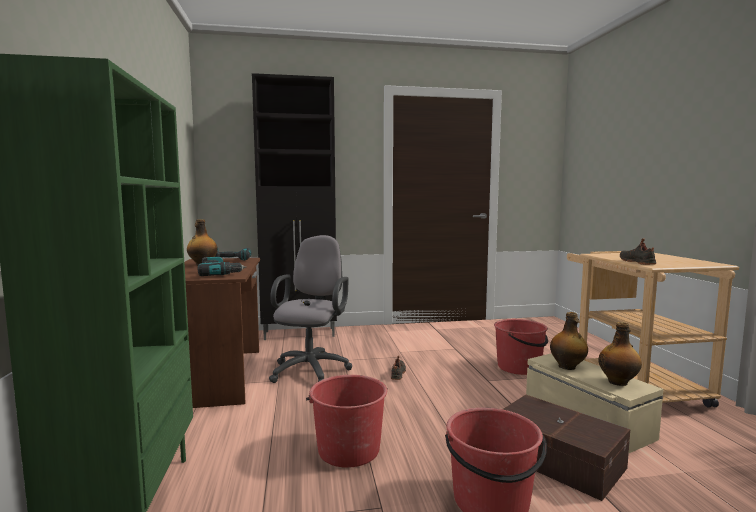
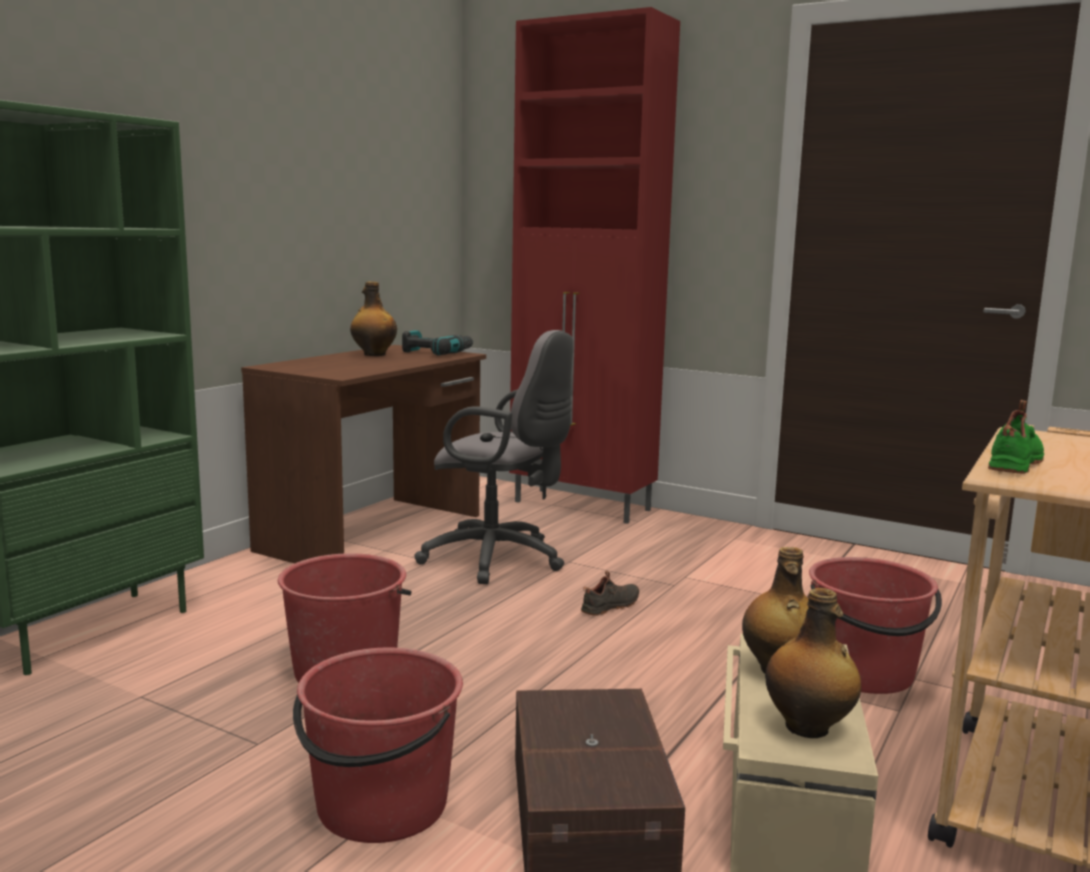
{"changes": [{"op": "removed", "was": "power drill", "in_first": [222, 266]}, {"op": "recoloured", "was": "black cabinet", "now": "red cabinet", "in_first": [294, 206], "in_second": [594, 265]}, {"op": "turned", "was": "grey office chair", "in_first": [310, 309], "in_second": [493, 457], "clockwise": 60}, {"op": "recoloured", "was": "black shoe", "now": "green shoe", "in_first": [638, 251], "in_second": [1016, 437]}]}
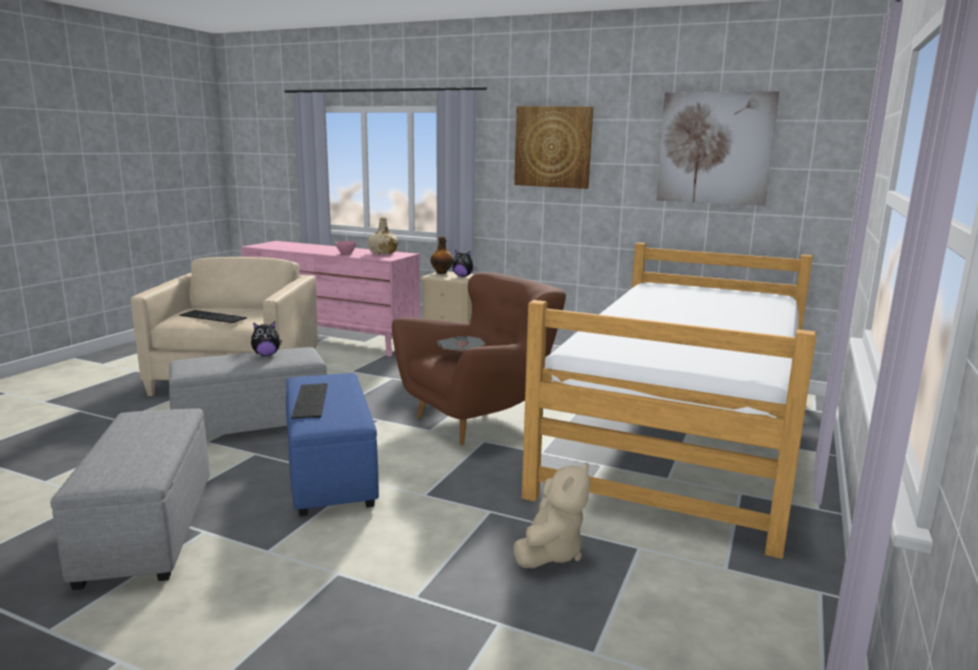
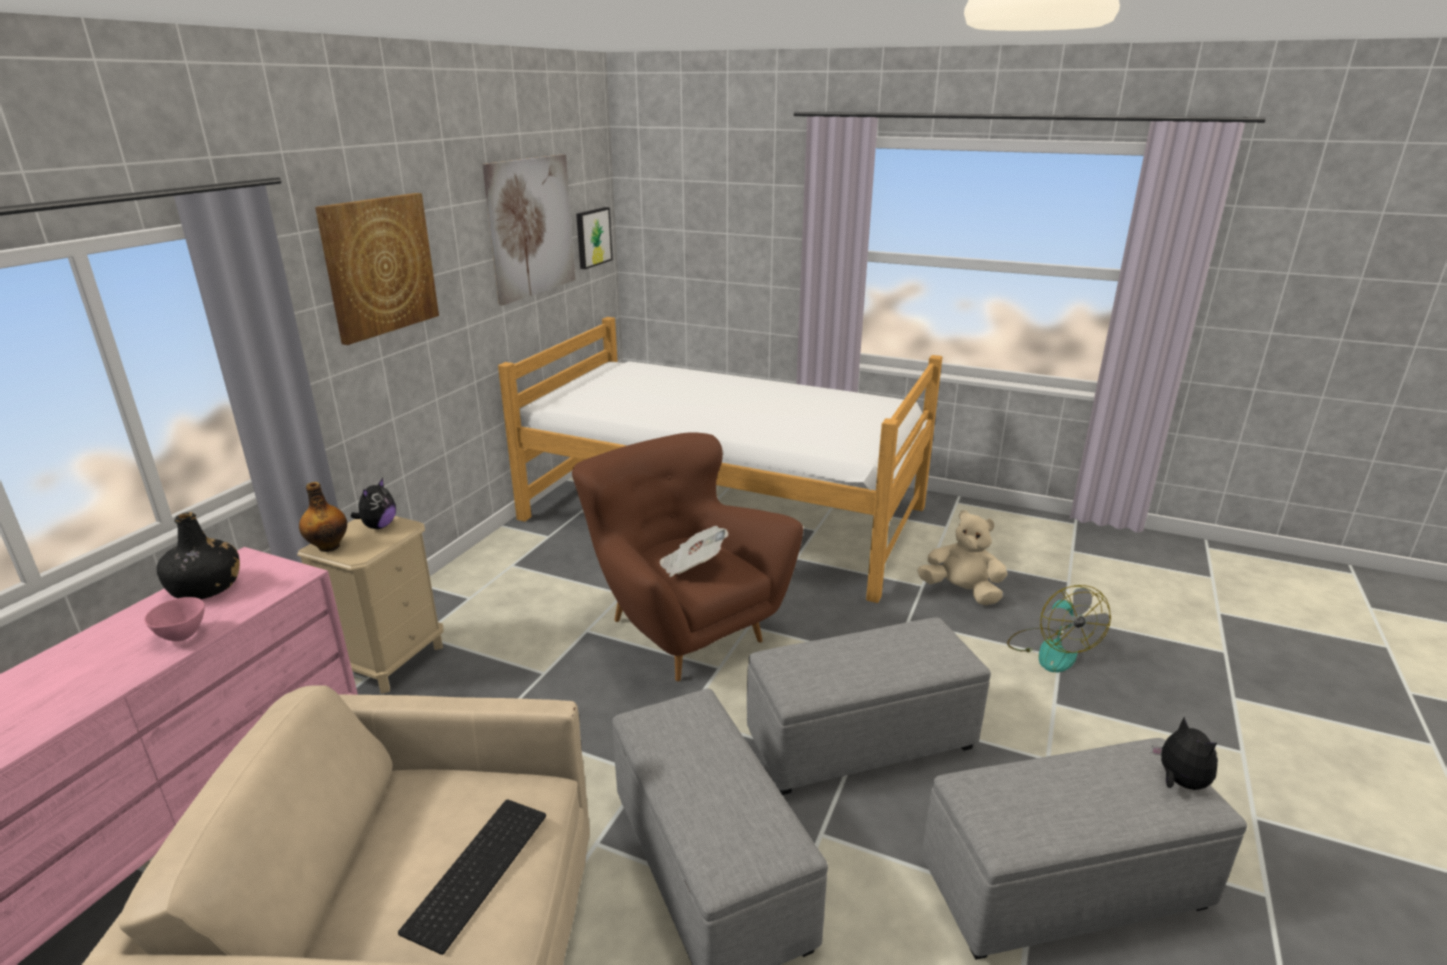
{"changes": [{"op": "moved", "was": "plush toy", "in_first": [266, 339], "in_second": [1184, 753]}, {"op": "recoloured", "was": "blue ottoman", "now": "grey ottoman", "in_first": [332, 444], "in_second": [869, 706]}, {"op": "removed", "was": "keyboard", "in_first": [309, 401]}, {"op": "recoloured", "was": "beige bottle", "now": "black bottle", "in_first": [383, 236], "in_second": [198, 555]}, {"op": "added", "now": "picture", "in_second": [594, 238]}, {"op": "added", "now": "fan", "in_second": [1059, 628]}]}
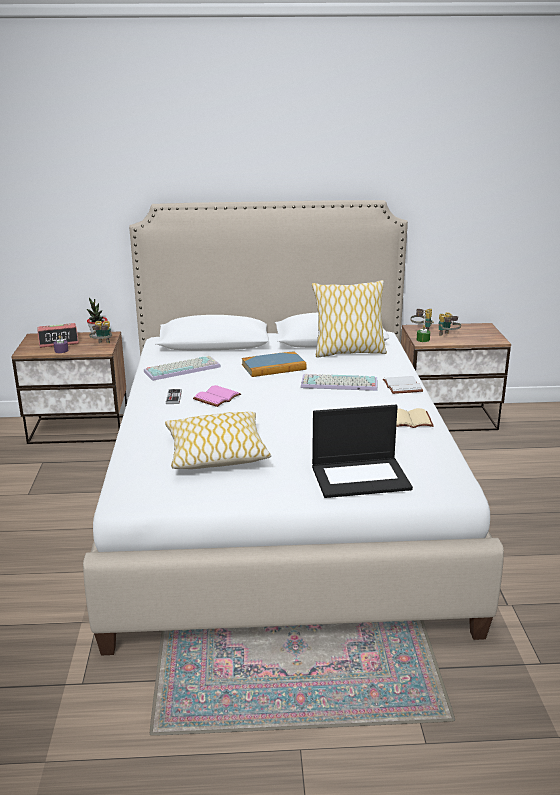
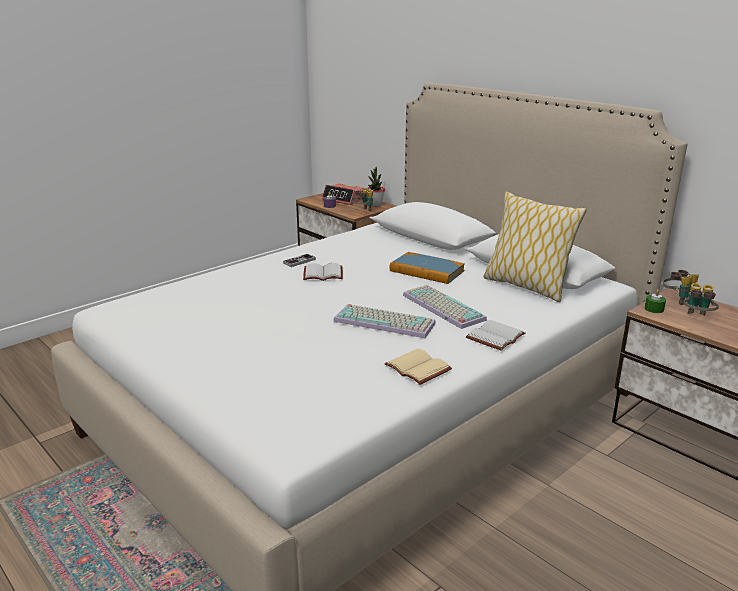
{"changes": [{"op": "moved", "was": "keyboard", "in_first": [182, 368], "in_second": [384, 321]}, {"op": "removed", "was": "pillow", "in_first": [218, 440]}, {"op": "recoloured", "was": "pink book", "now": "white book", "in_first": [217, 396], "in_second": [323, 272]}, {"op": "removed", "was": "laptop", "in_first": [362, 451]}]}
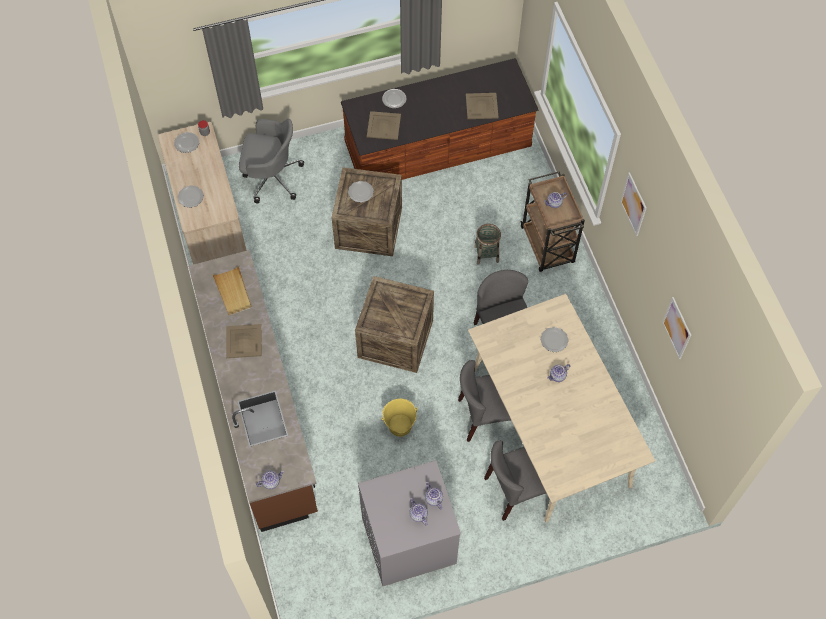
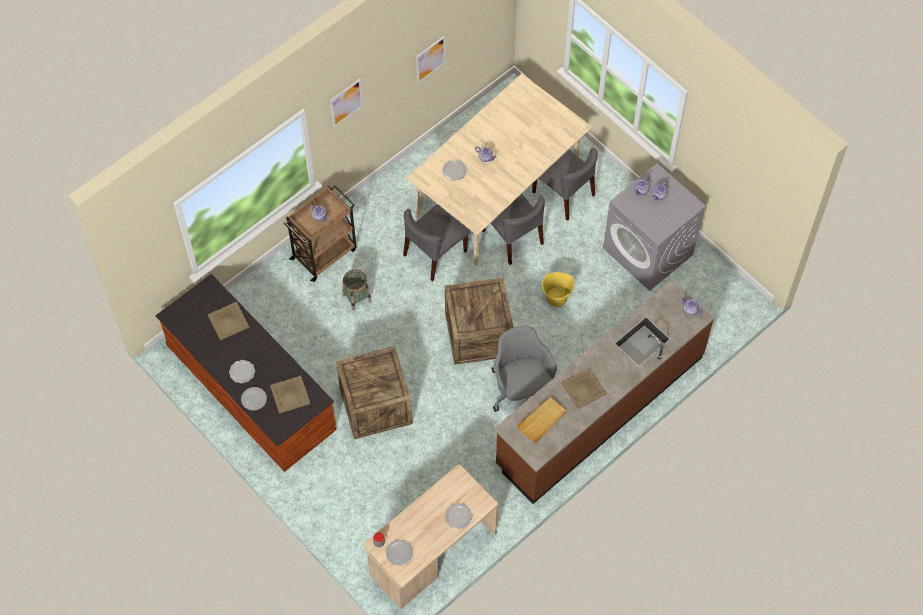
{"changes": [{"op": "moved", "was": "grey office chair", "in_first": [271, 161], "in_second": [524, 369]}, {"op": "moved", "was": "plate", "in_first": [361, 192], "in_second": [242, 371]}]}
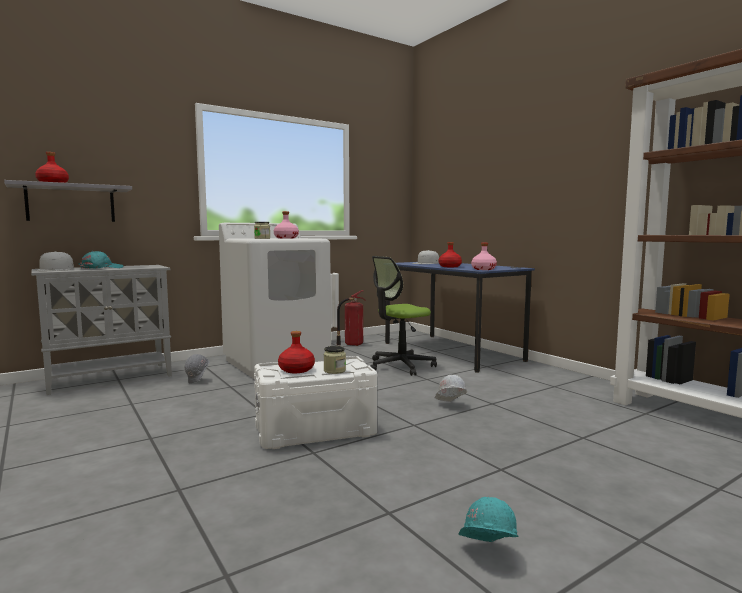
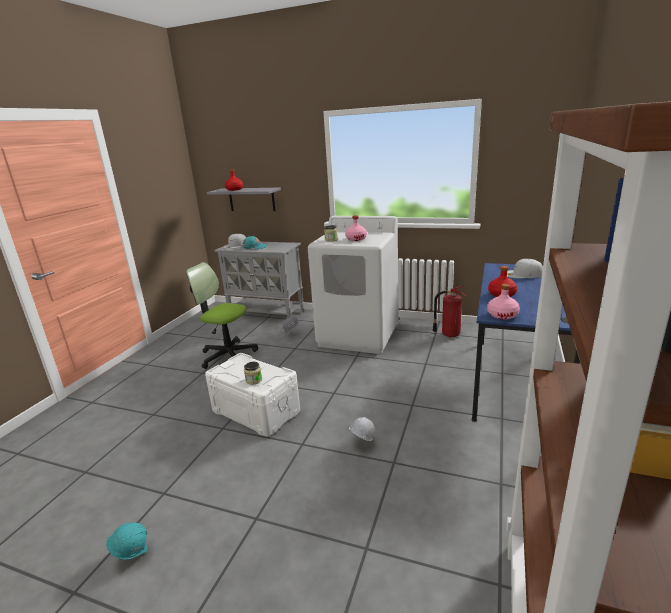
{"changes": [{"op": "removed", "was": "red bottle", "in_first": [296, 352]}, {"op": "moved", "was": "office chair", "in_first": [403, 316], "in_second": [222, 315]}]}
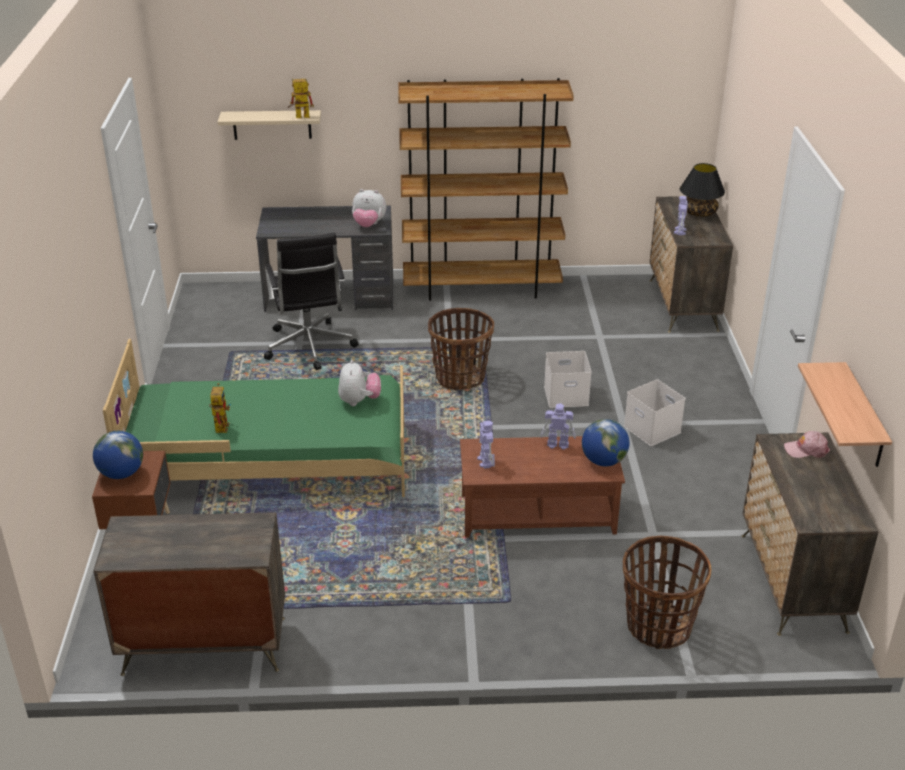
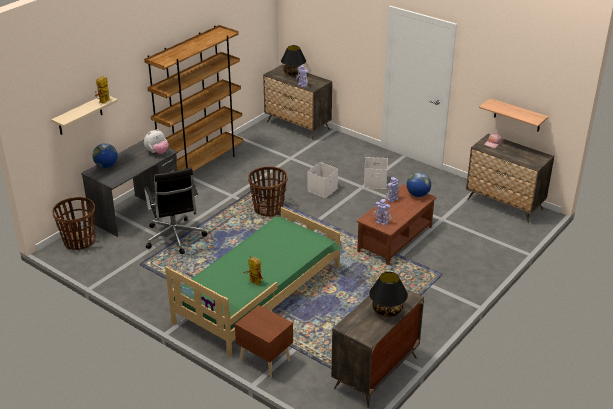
{"changes": [{"op": "moved", "was": "globe", "in_first": [118, 455], "in_second": [105, 155]}, {"op": "turned", "was": "black office chair", "in_first": [311, 301], "in_second": [175, 210], "clockwise": 45}, {"op": "removed", "was": "plush toy", "in_first": [359, 383]}, {"op": "moved", "was": "basket", "in_first": [667, 592], "in_second": [73, 223]}, {"op": "added", "now": "black table lamp", "in_second": [388, 294]}]}
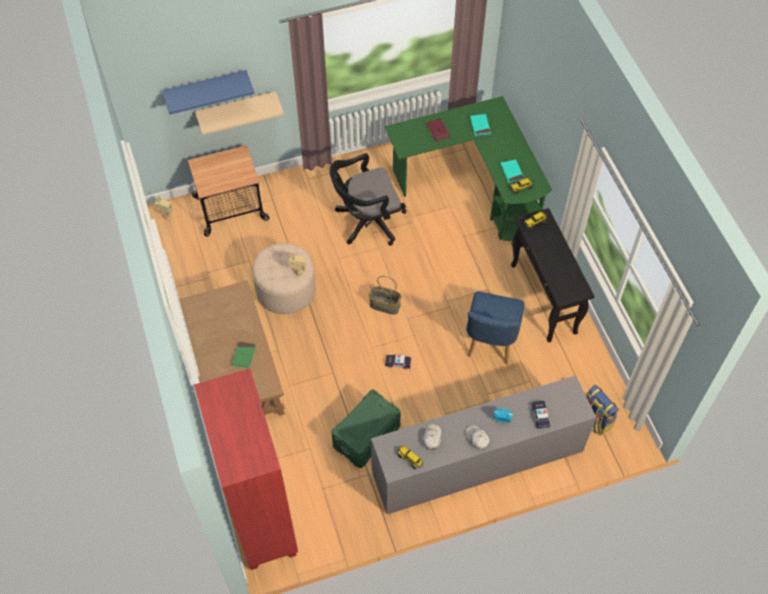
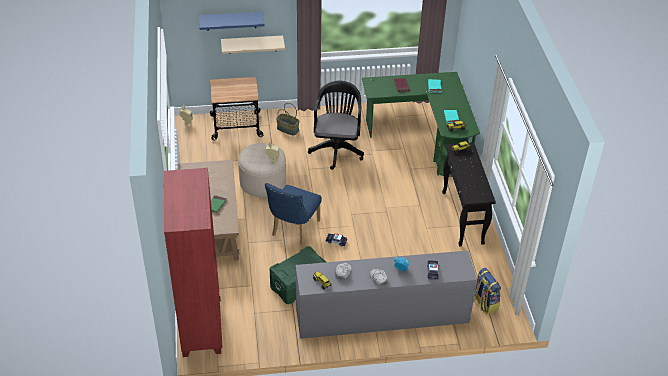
{"changes": [{"op": "turned", "was": "black office chair", "in_first": [368, 199], "in_second": [336, 125], "clockwise": 105}, {"op": "moved", "was": "basket", "in_first": [385, 295], "in_second": [288, 119]}, {"op": "moved", "was": "blue chair", "in_first": [495, 327], "in_second": [293, 214]}]}
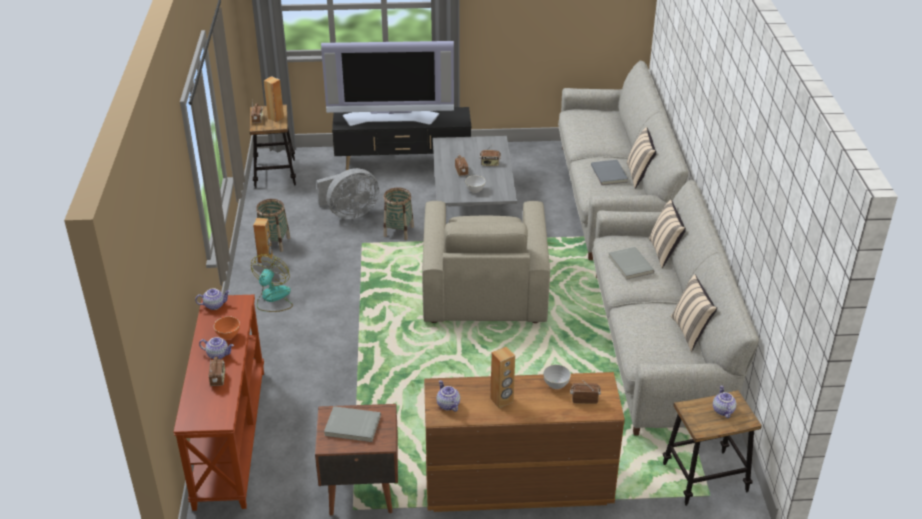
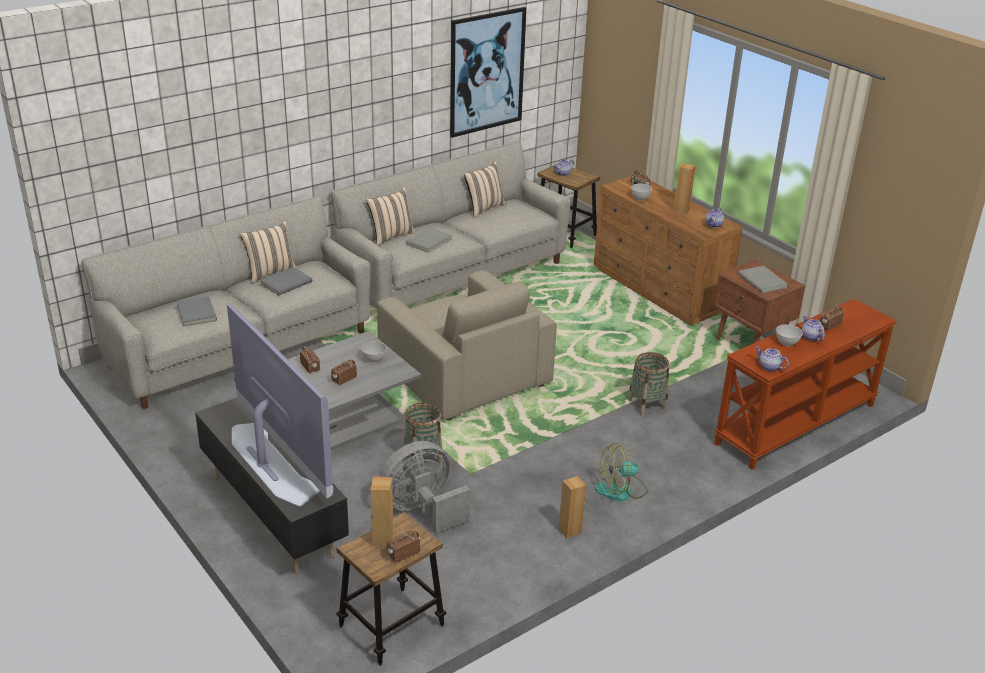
{"changes": [{"op": "recoloured", "was": "orange bowl", "now": "grey bowl", "in_first": [227, 328], "in_second": [789, 335]}, {"op": "moved", "was": "basket", "in_first": [273, 225], "in_second": [648, 384]}, {"op": "turned", "was": "grey fan", "in_first": [347, 193], "in_second": [424, 487], "clockwise": -60}, {"op": "turned", "was": "beige armchair", "in_first": [486, 262], "in_second": [467, 345], "clockwise": 90}, {"op": "added", "now": "grey book", "in_second": [196, 311]}, {"op": "added", "now": "picture", "in_second": [488, 72]}]}
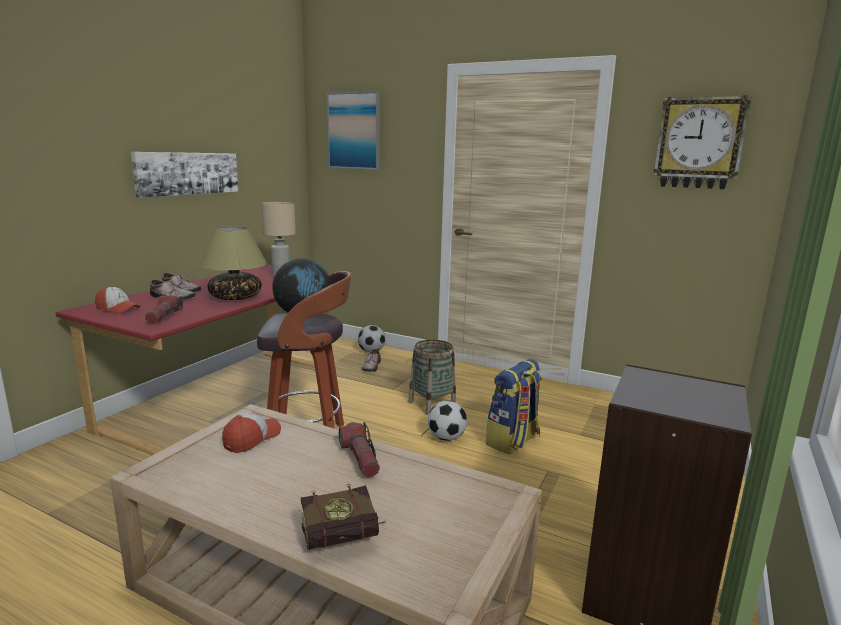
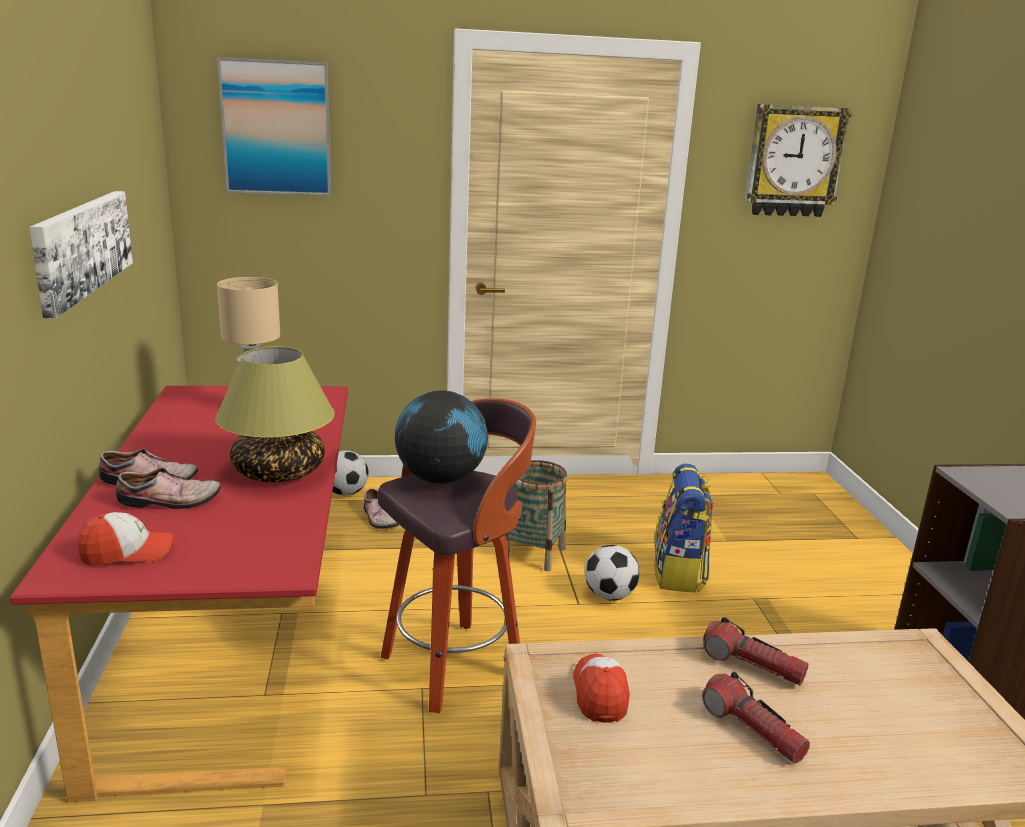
{"changes": [{"op": "moved", "was": "flashlight", "in_first": [164, 309], "in_second": [756, 718]}, {"op": "removed", "was": "book", "in_first": [343, 517]}]}
